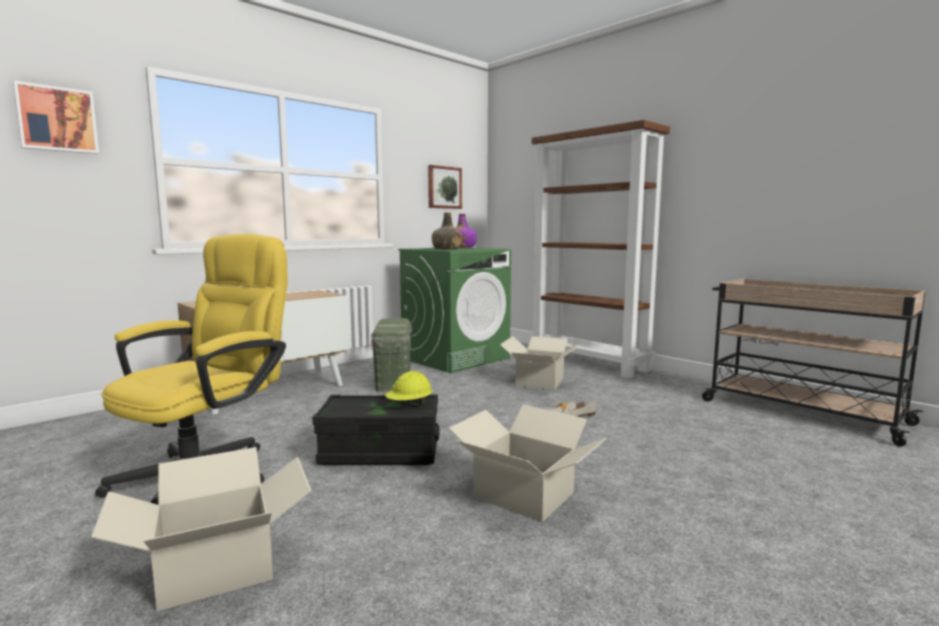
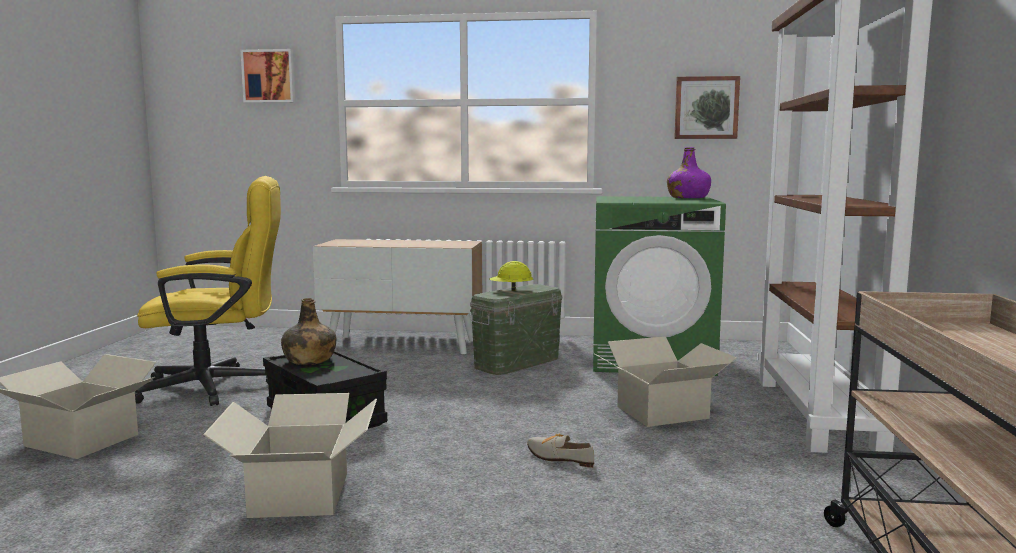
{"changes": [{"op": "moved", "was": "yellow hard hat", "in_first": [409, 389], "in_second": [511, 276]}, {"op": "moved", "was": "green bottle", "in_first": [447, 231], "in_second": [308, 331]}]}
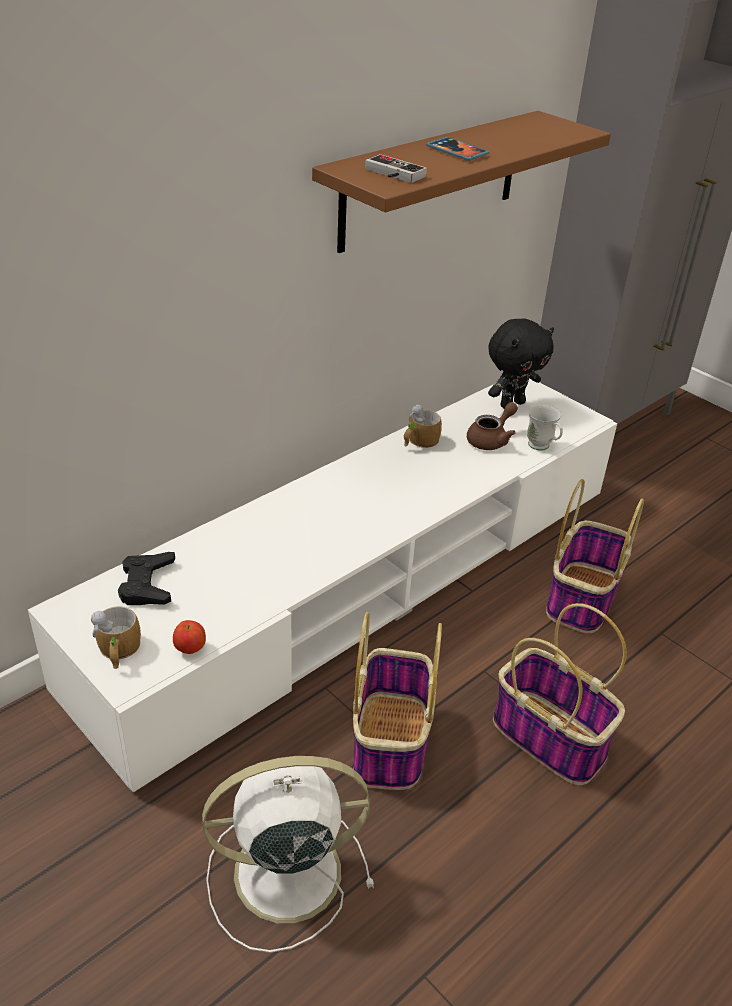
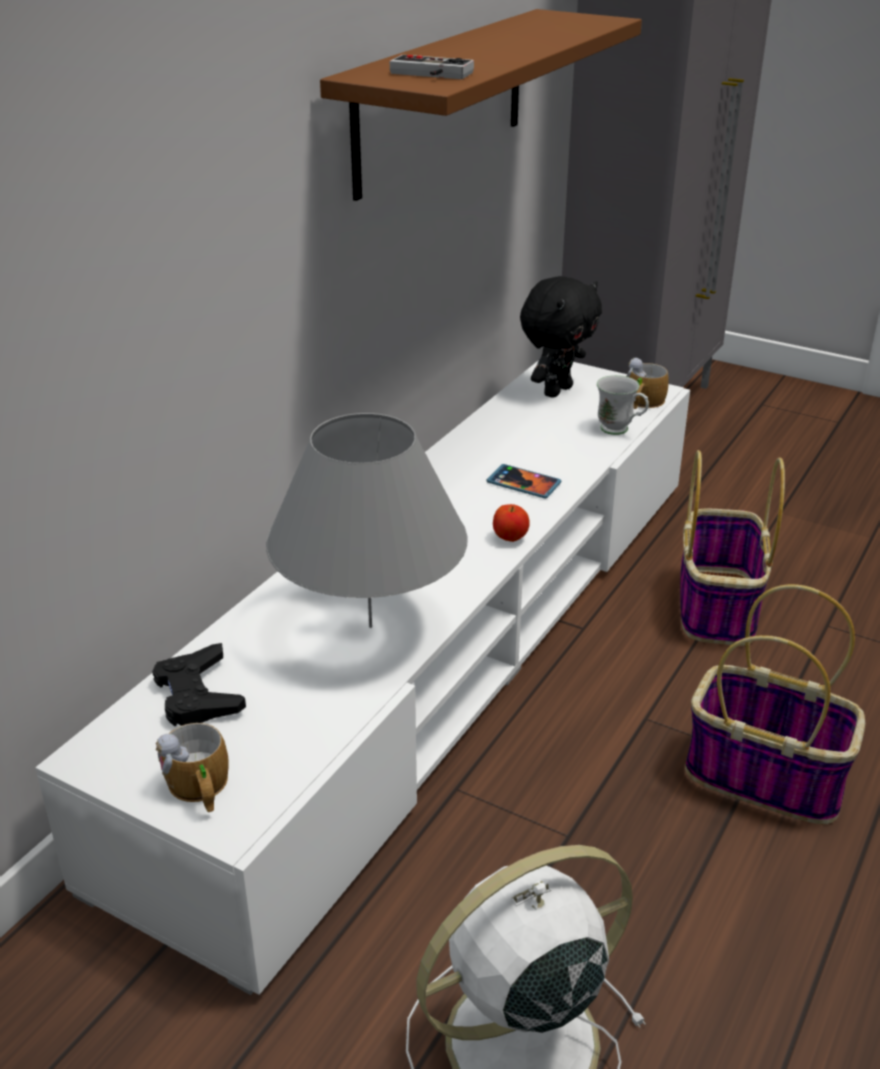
{"changes": [{"op": "moved", "was": "apple", "in_first": [189, 637], "in_second": [511, 523]}, {"op": "removed", "was": "basket", "in_first": [397, 701]}, {"op": "moved", "was": "mug", "in_first": [423, 426], "in_second": [647, 383]}, {"op": "moved", "was": "phone", "in_first": [457, 149], "in_second": [524, 481]}, {"op": "removed", "was": "brown teapot", "in_first": [492, 426]}, {"op": "added", "now": "grey table lamp", "in_second": [367, 520]}]}
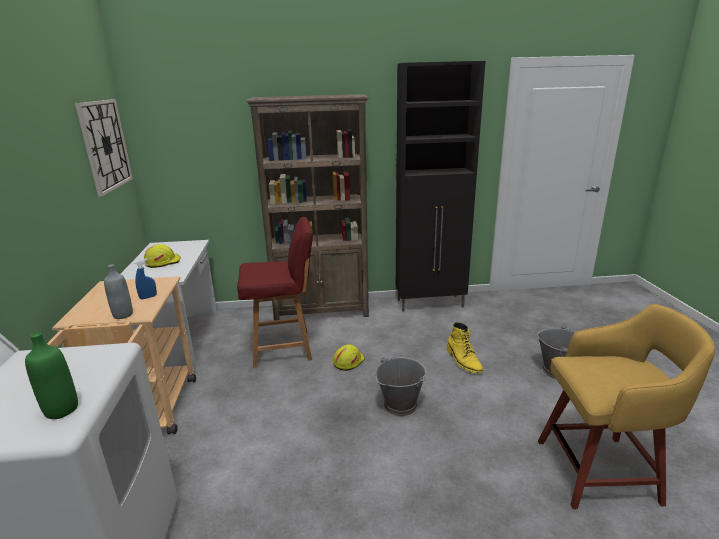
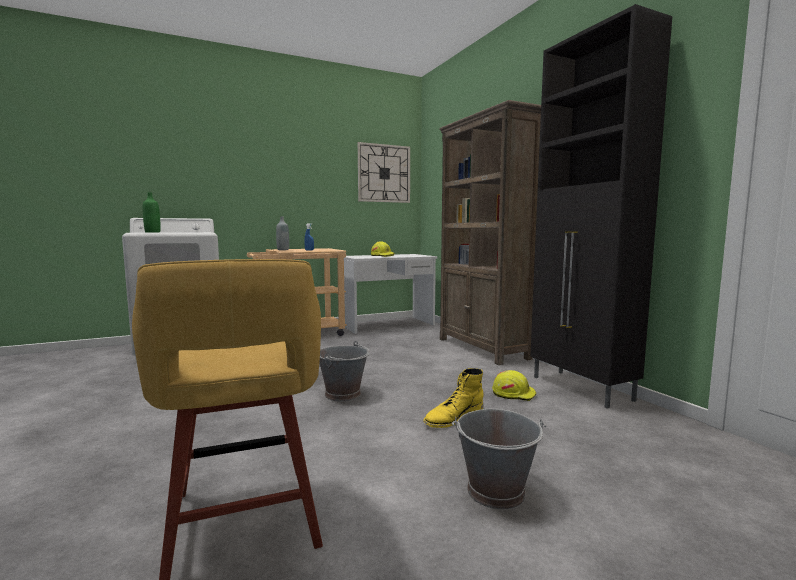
{"changes": [{"op": "removed", "was": "red chair", "in_first": [275, 292]}, {"op": "moved", "was": "yellow hard hat", "in_first": [349, 357], "in_second": [514, 385]}]}
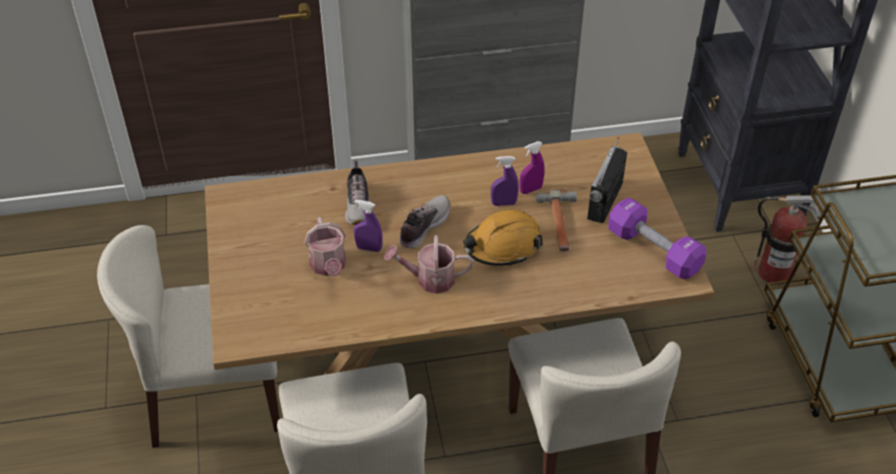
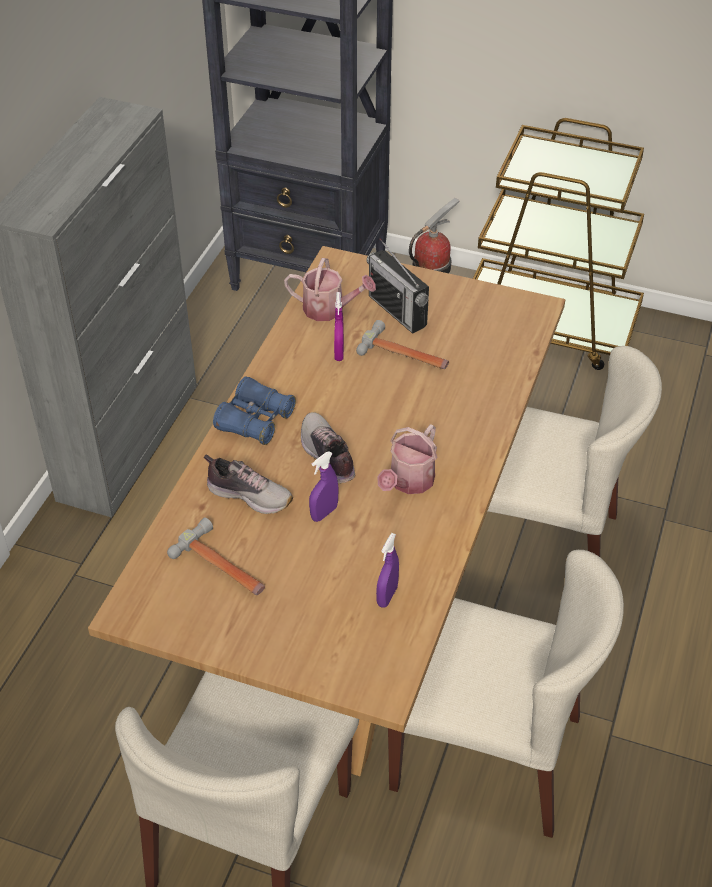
{"changes": [{"op": "moved", "was": "watering can", "in_first": [325, 246], "in_second": [330, 289]}, {"op": "removed", "was": "orange hard hat", "in_first": [503, 238]}, {"op": "moved", "was": "purple spray bottle", "in_first": [505, 181], "in_second": [387, 570]}, {"op": "removed", "was": "purple dumbbell", "in_first": [657, 238]}, {"op": "added", "now": "hammer", "in_second": [216, 556]}, {"op": "added", "now": "blue binoculars", "in_second": [254, 410]}]}
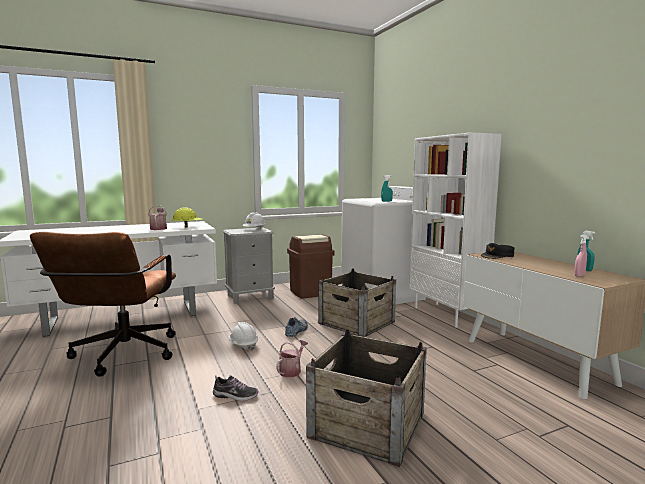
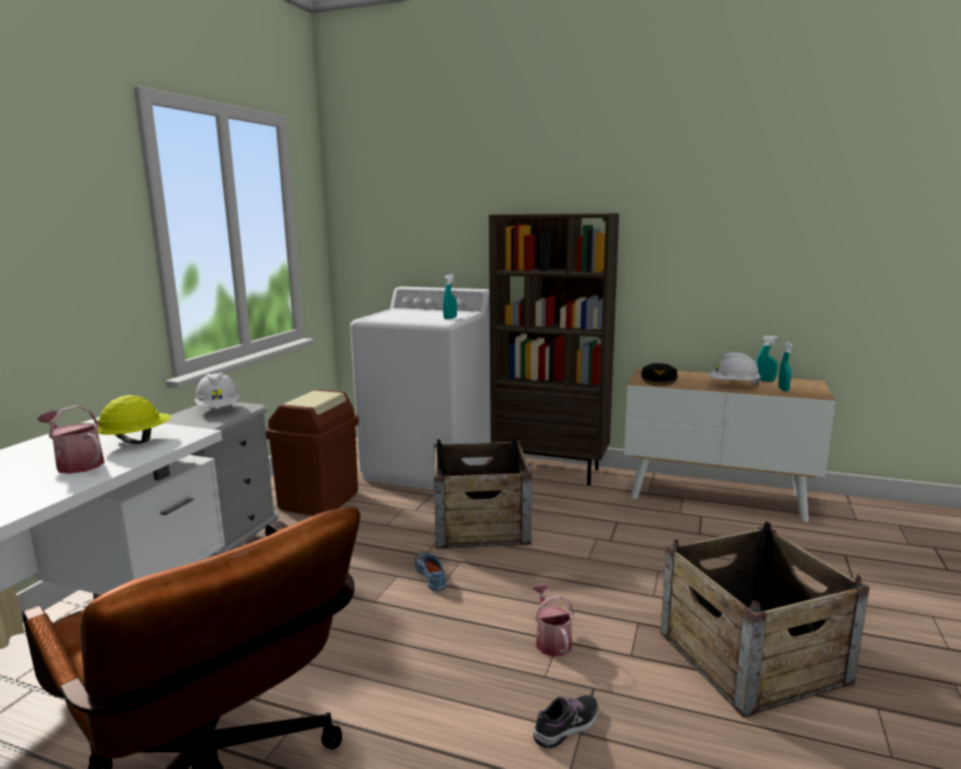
{"changes": [{"op": "moved", "was": "white hard hat", "in_first": [243, 336], "in_second": [735, 368]}, {"op": "recoloured", "was": "white bookcase", "now": "brown bookcase", "in_first": [455, 229], "in_second": [554, 349]}, {"op": "recoloured", "was": "pink spray bottle", "now": "turquoise spray bottle", "in_first": [580, 255], "in_second": [785, 366]}]}
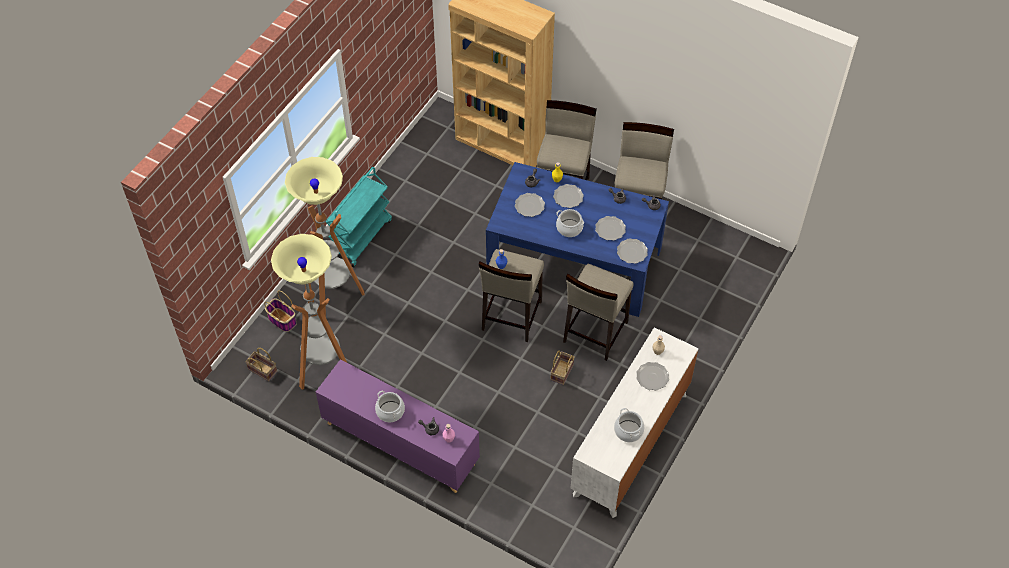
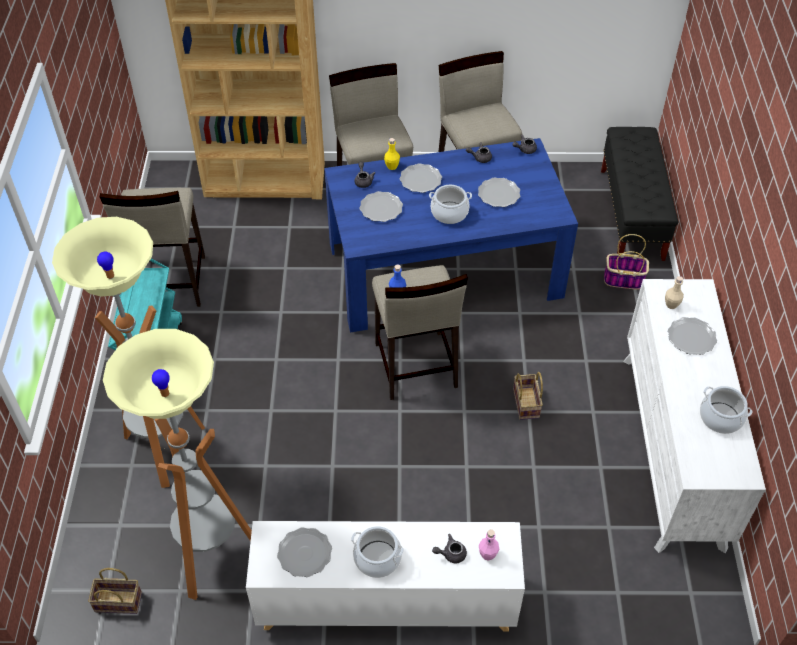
{"changes": [{"op": "moved", "was": "basket", "in_first": [280, 311], "in_second": [626, 261]}, {"op": "recoloured", "was": "purple cabinet", "now": "white cabinet", "in_first": [398, 426], "in_second": [385, 576]}, {"op": "moved", "was": "beige stool", "in_first": [598, 312], "in_second": [152, 247]}, {"op": "moved", "was": "plate", "in_first": [632, 251], "in_second": [304, 552]}, {"op": "added", "now": "black bench", "in_second": [639, 194]}]}
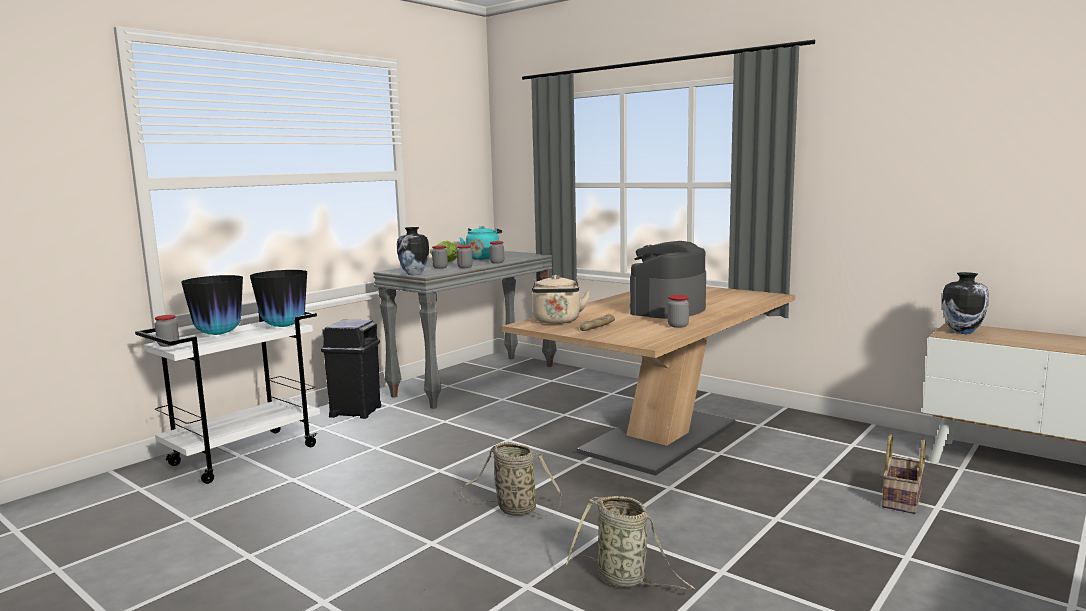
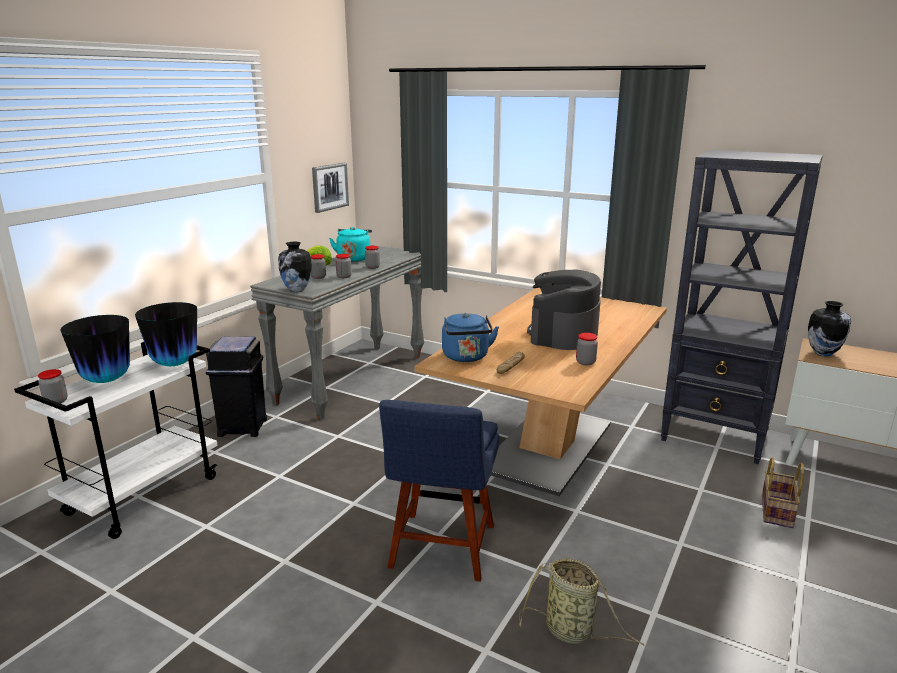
{"changes": [{"op": "replaced", "was": "basket", "now": "blue chair", "in_first": [511, 479], "in_second": [439, 491]}, {"op": "recoloured", "was": "beige kettle", "now": "blue kettle", "in_first": [561, 299], "in_second": [470, 337]}, {"op": "added", "now": "picture", "in_second": [330, 188]}, {"op": "added", "now": "black bookcase", "in_second": [742, 307]}]}
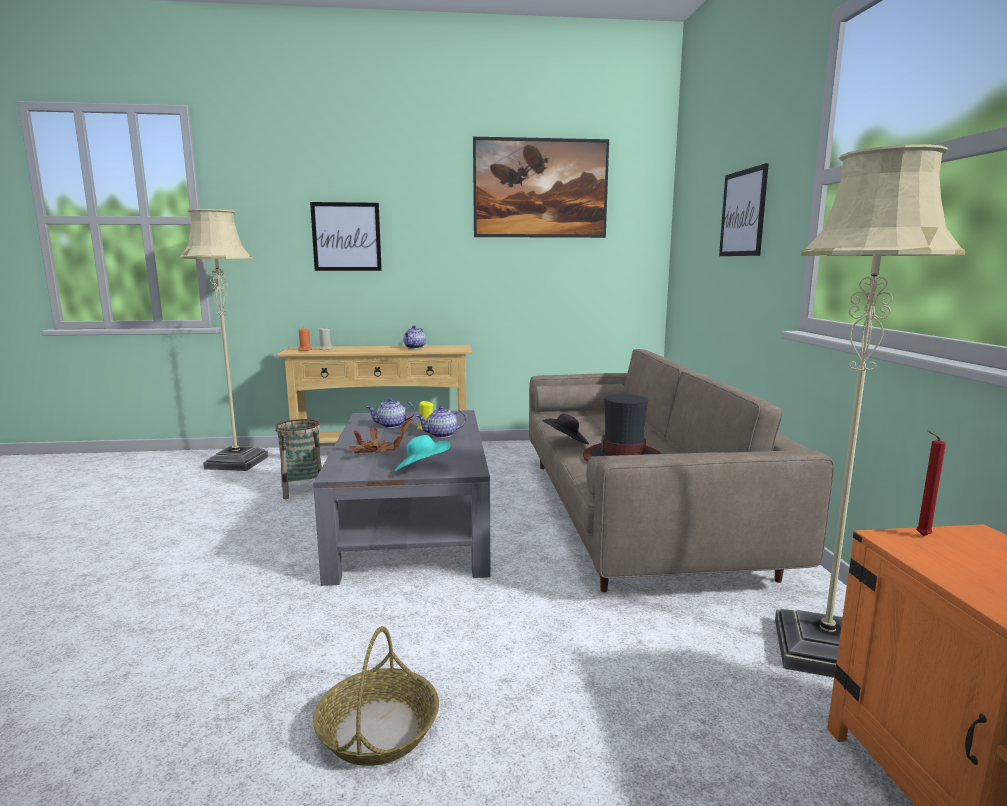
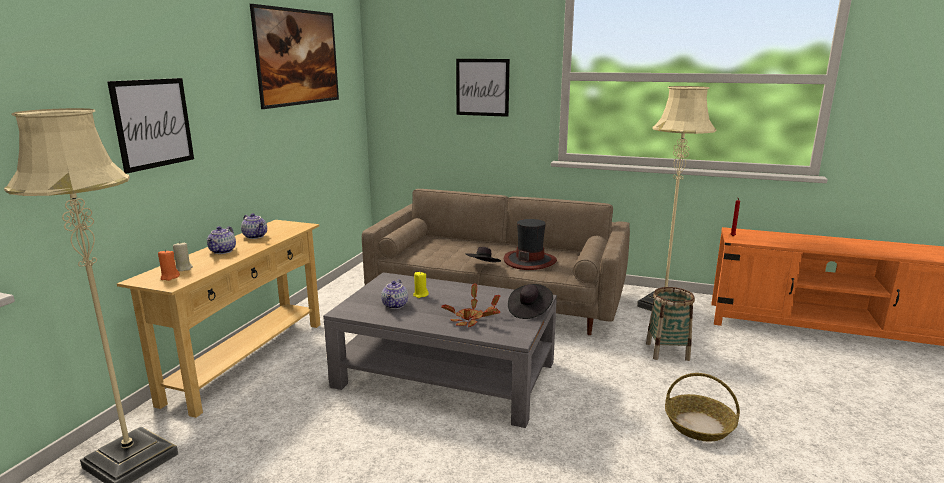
{"changes": [{"op": "moved", "was": "basket", "in_first": [298, 459], "in_second": [670, 324]}, {"op": "recoloured", "was": "turquoise hat", "now": "black hat", "in_first": [422, 453], "in_second": [530, 301]}, {"op": "moved", "was": "teapot", "in_first": [441, 422], "in_second": [221, 240]}]}
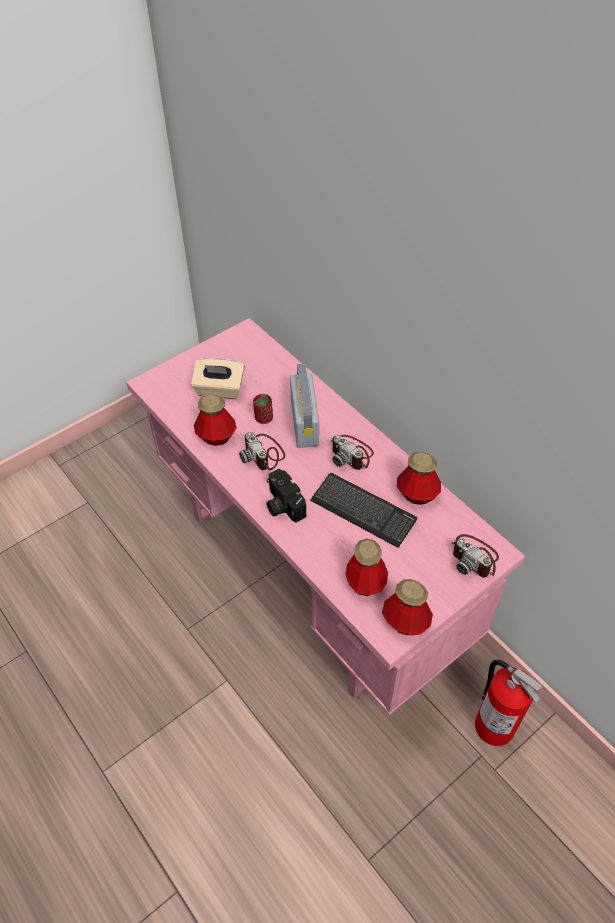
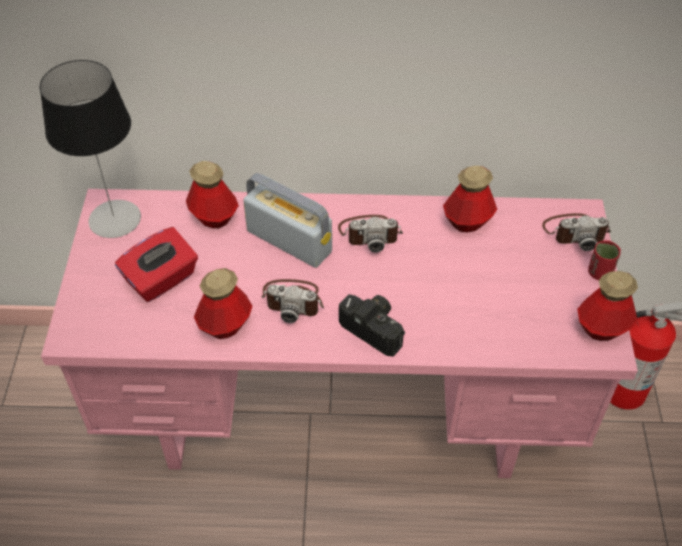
{"changes": [{"op": "recoloured", "was": "beige tissue box", "now": "red tissue box", "in_first": [218, 378], "in_second": [156, 264]}, {"op": "moved", "was": "red cup", "in_first": [263, 409], "in_second": [604, 260]}, {"op": "turned", "was": "photo camera", "in_first": [286, 495], "in_second": [372, 325], "clockwise": -150}, {"op": "removed", "was": "keyboard", "in_first": [364, 510]}, {"op": "moved", "was": "bottle", "in_first": [366, 567], "in_second": [212, 194]}, {"op": "added", "now": "table lamp", "in_second": [90, 149]}]}
